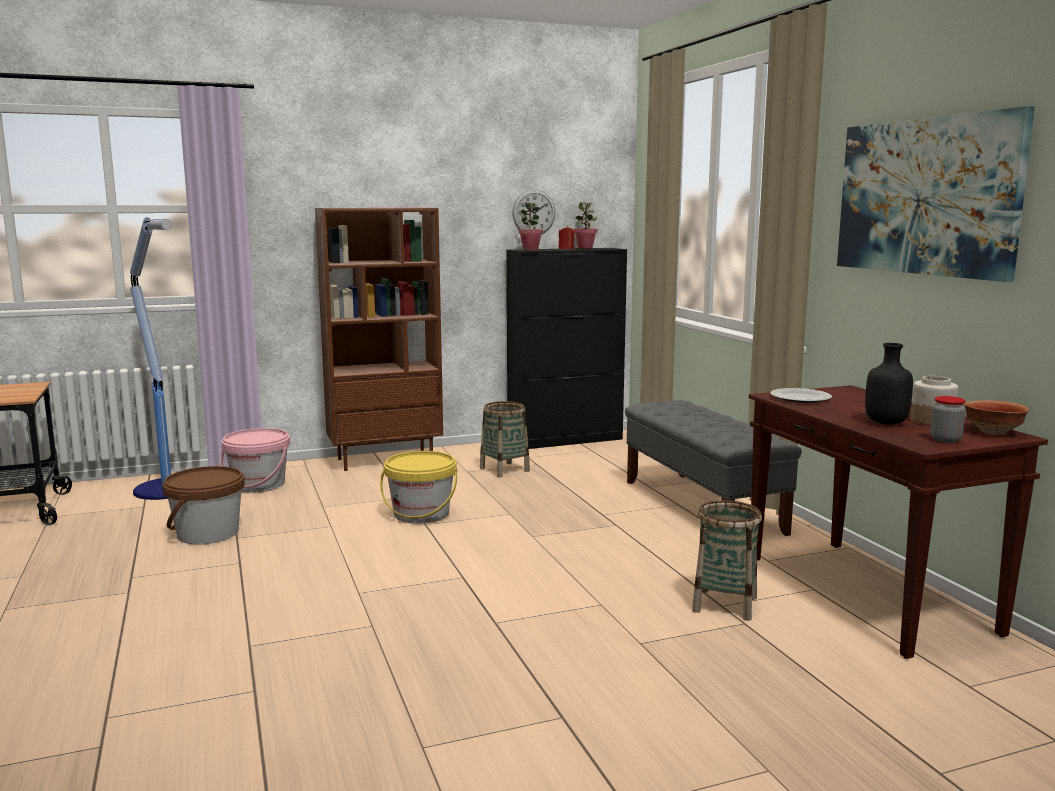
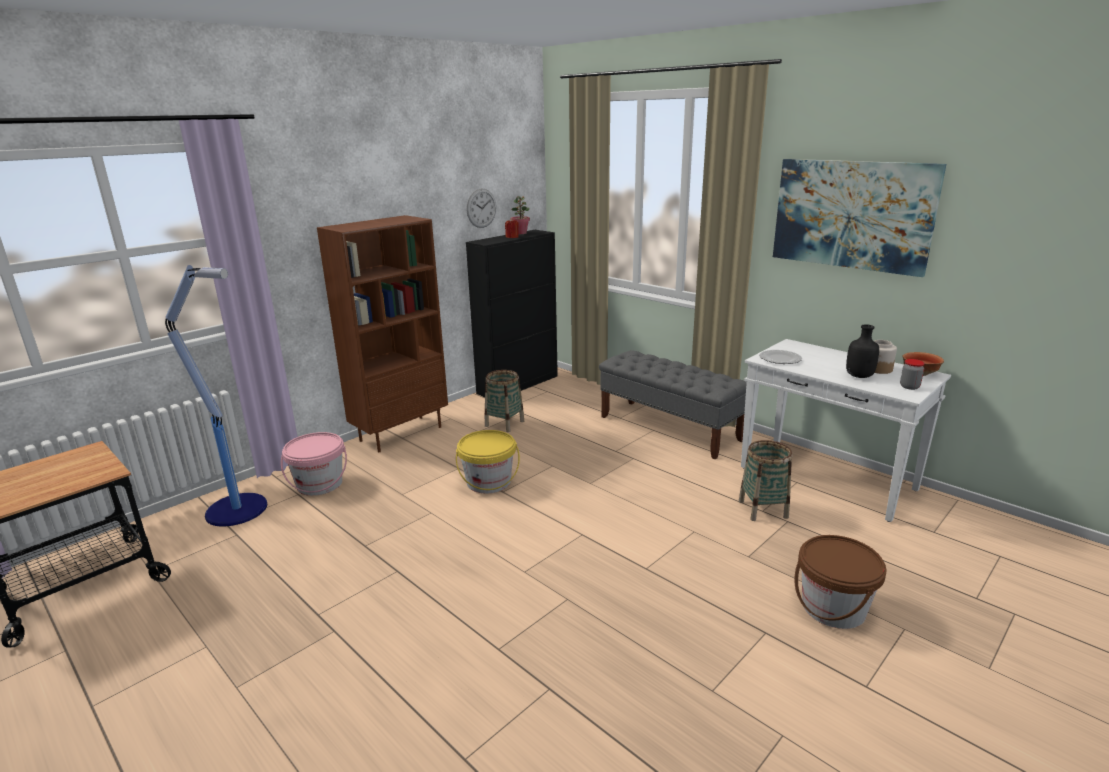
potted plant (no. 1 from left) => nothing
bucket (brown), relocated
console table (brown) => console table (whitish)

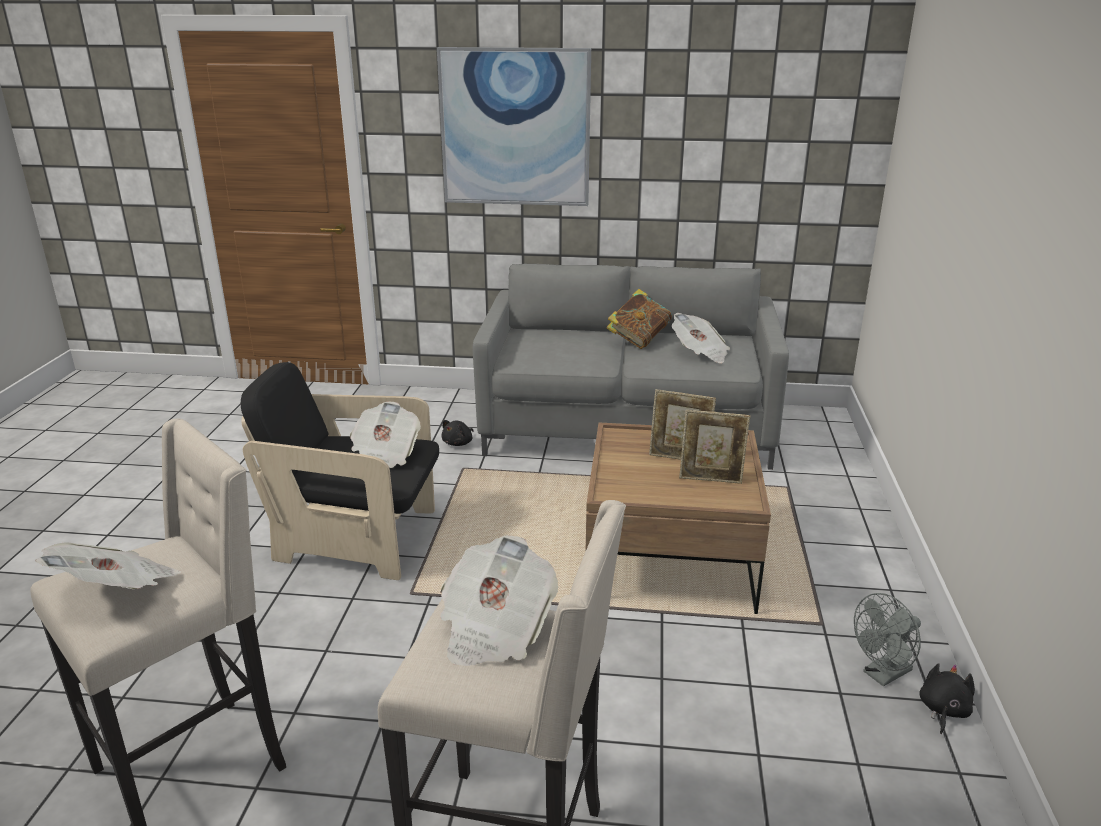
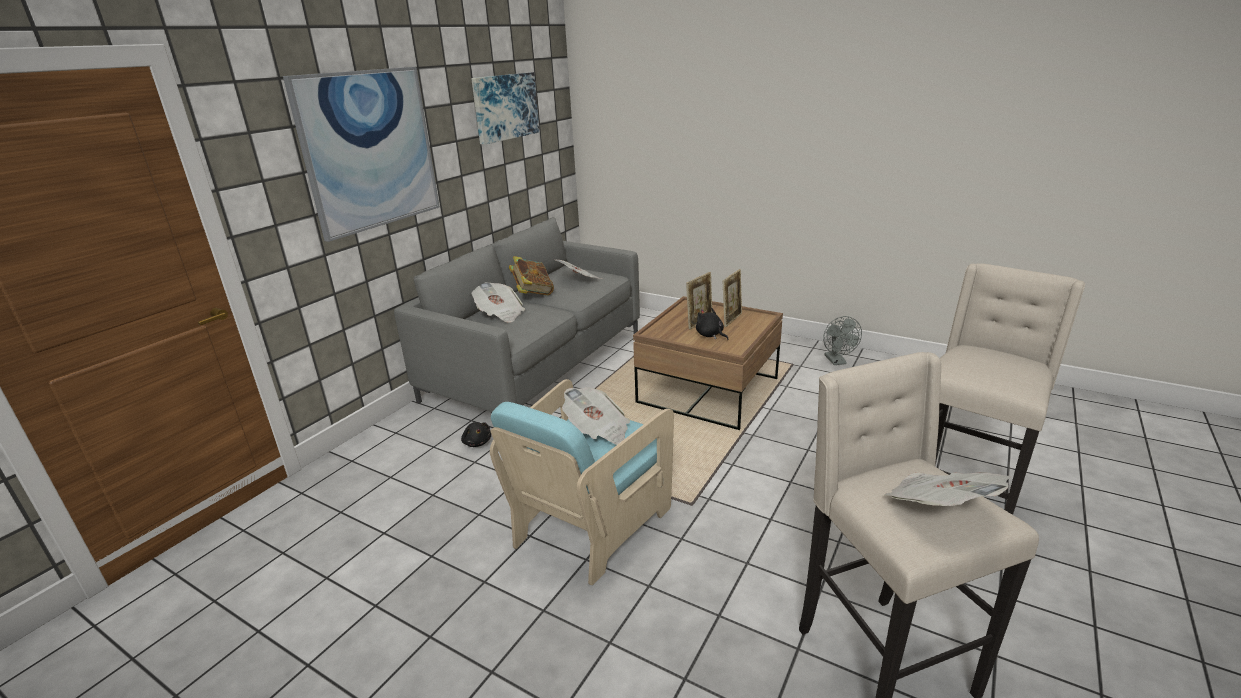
nothing => wall art (no. 2 from left)
printed paper (no. 3 from left in the first image) => printed paper (no. 1 from left), relocated
plush toy (black-coloured) (no. 2 from left), relocated
easy chair (black-coloured) => easy chair (turquoise-coloured)

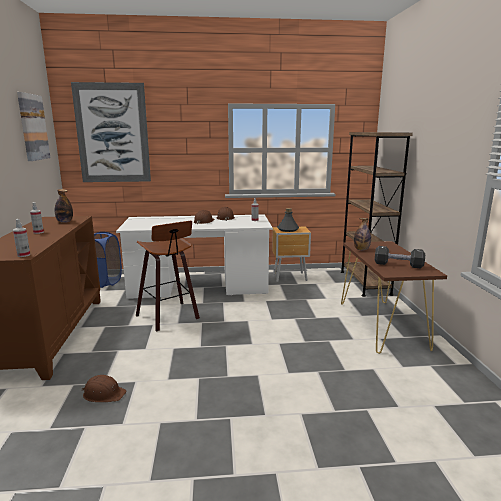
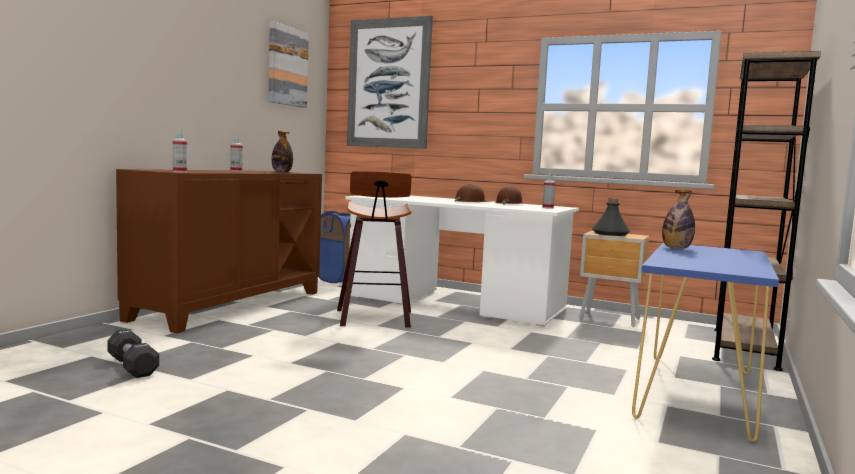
hard hat (brown) (no. 1 from left) => nothing
hand weight (black-coloured), relocated
console table (brown) => console table (blue)

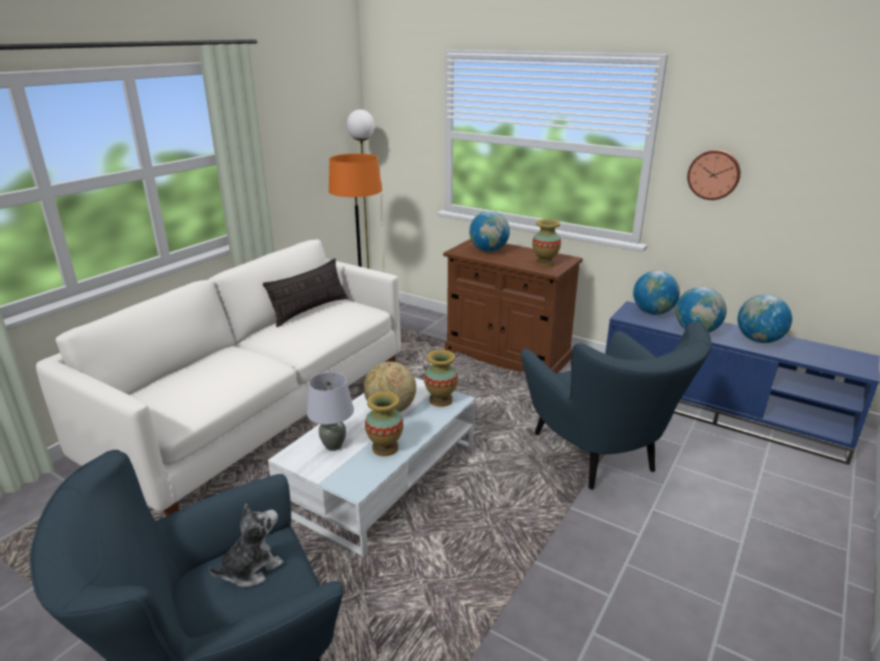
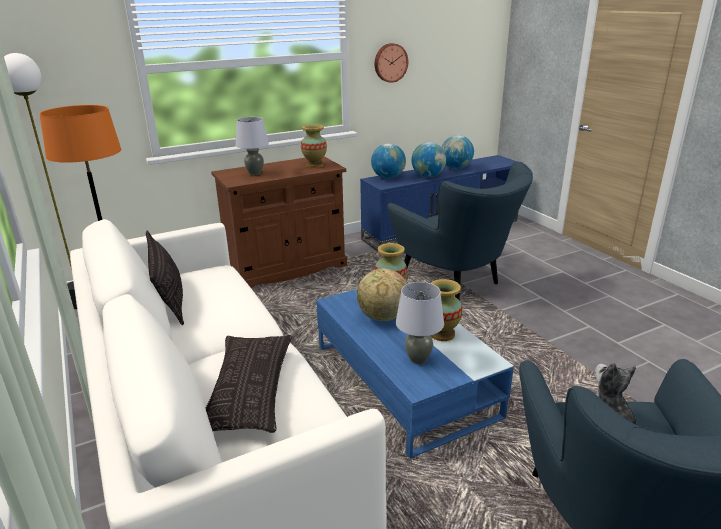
nothing => cushion (no. 2 from left)
world globe (no. 2 from left) => table lamp (grey) (no. 1 from left)
low table (whitish) => low table (blue)
easy chair (blue) (no. 2 from left in the first image) => easy chair (blue) (no. 1 from left), 45 degrees clockwise

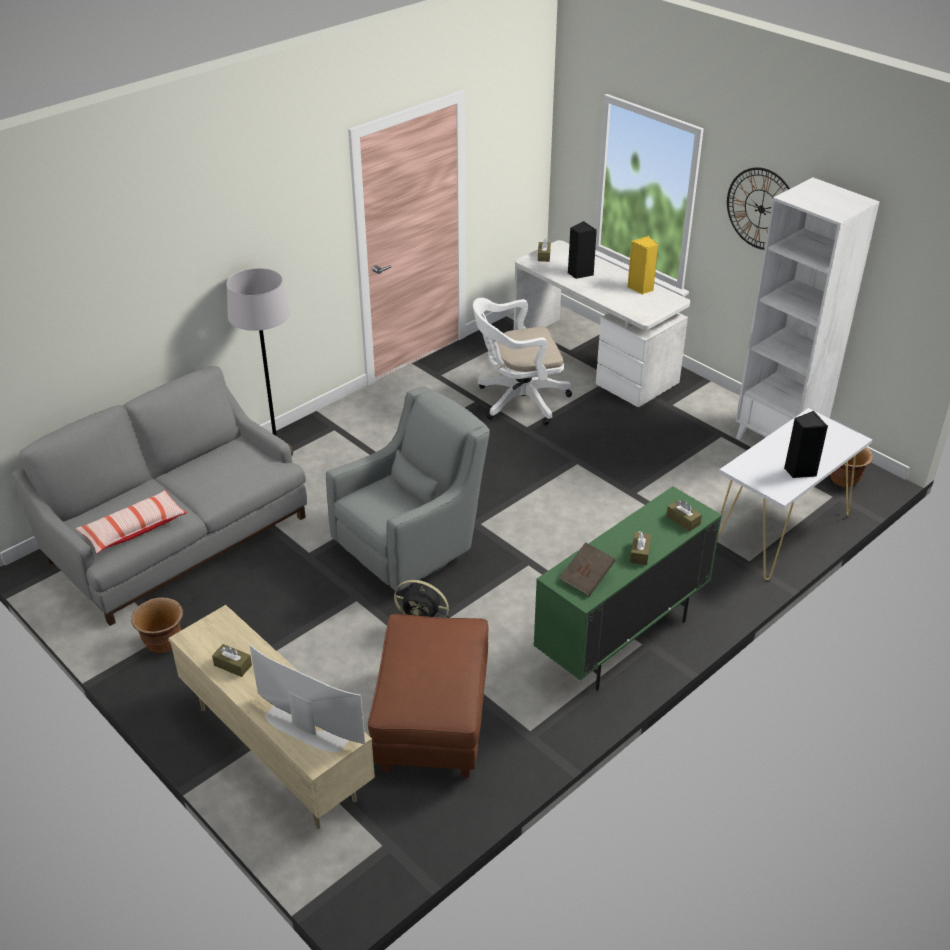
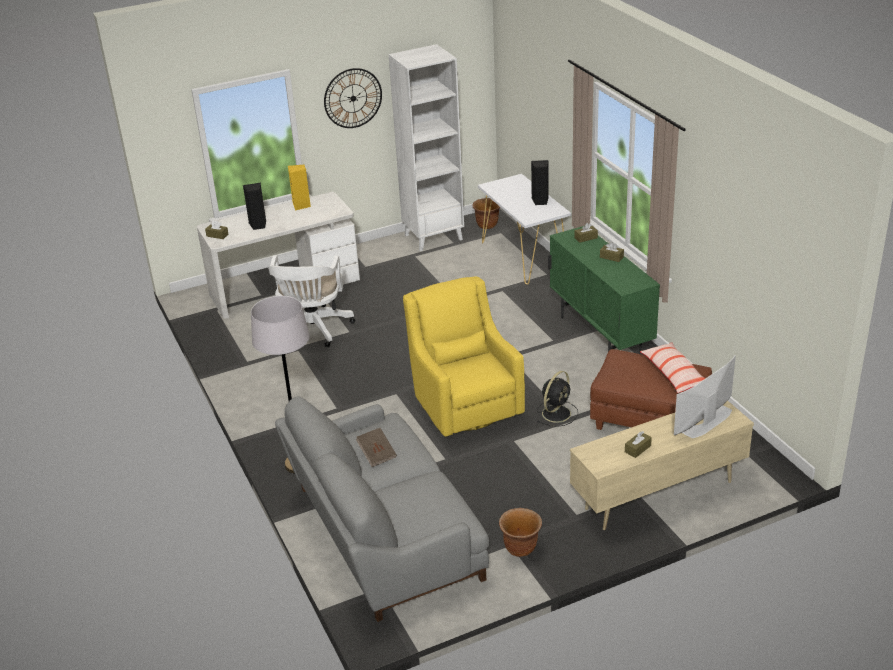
cushion, relocated
volume (brown), relocated
easy chair (grey) => easy chair (yellow-coloured)

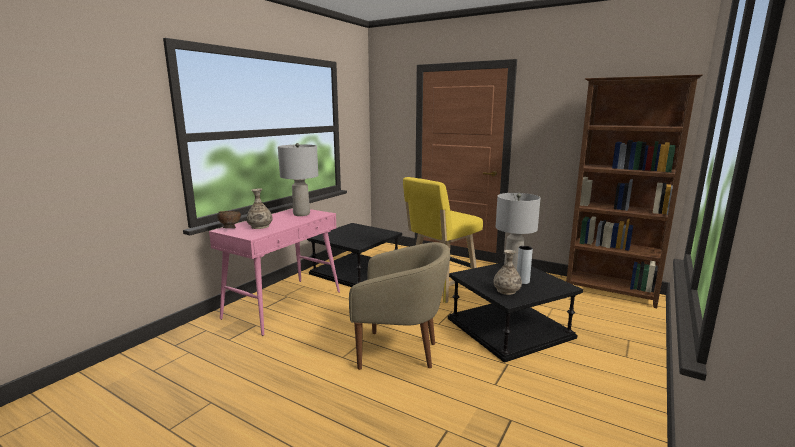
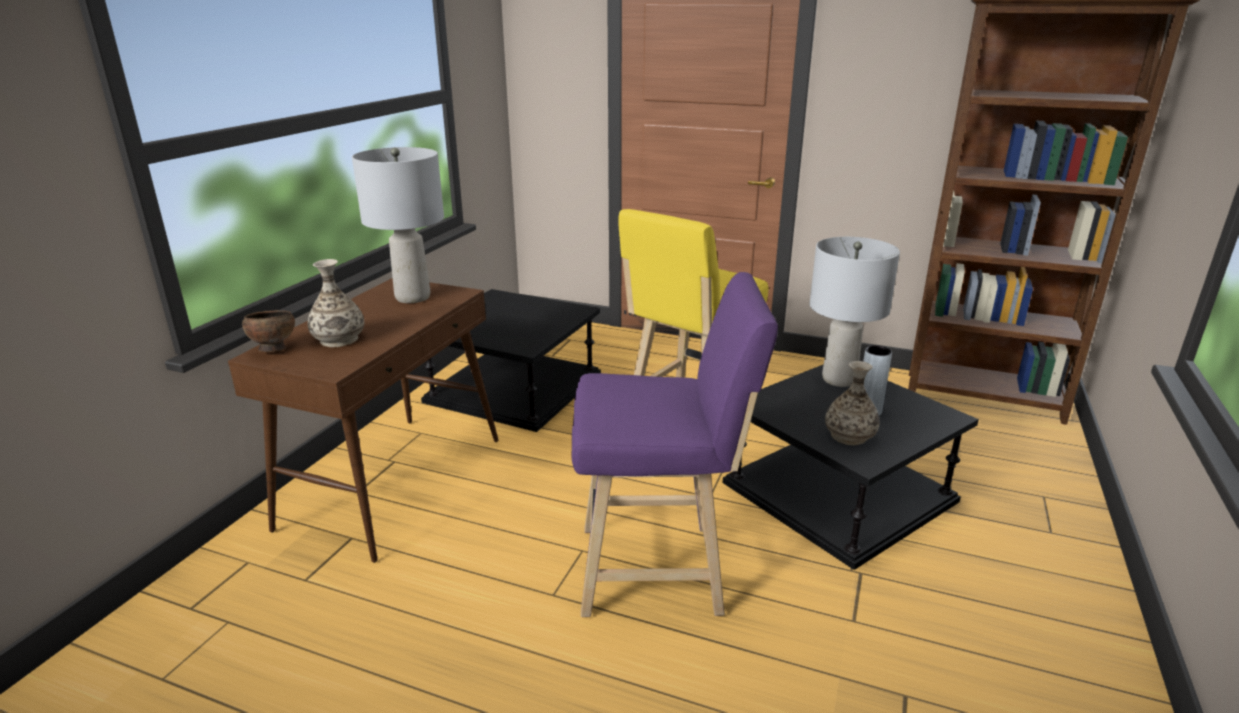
easy chair (beige) => sitting stool (purple)
console table (pink) => console table (brown)

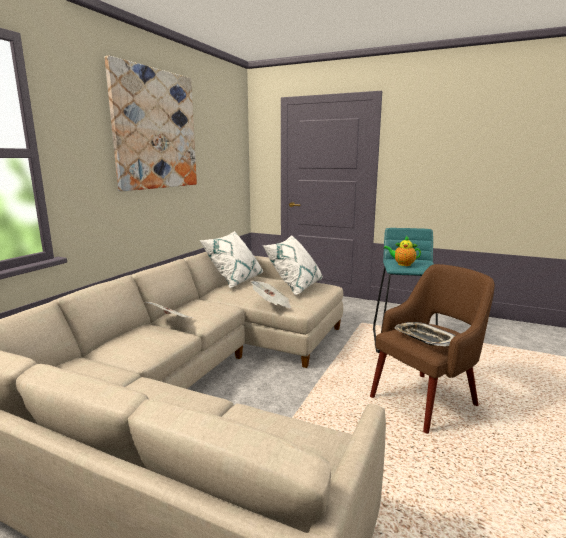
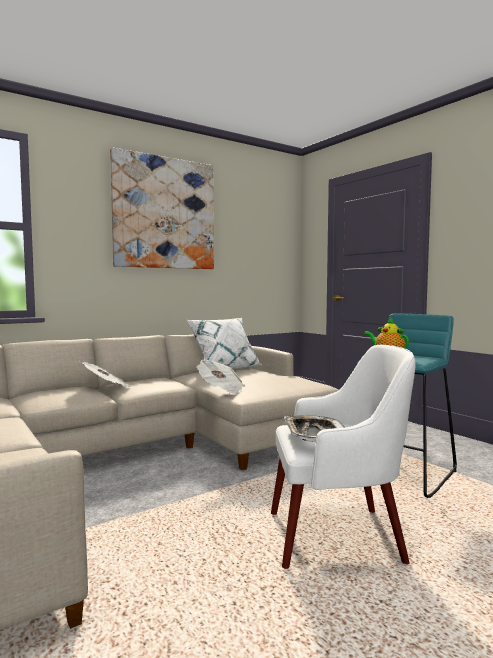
cushion (whitish) (no. 2 from left) => nothing
easy chair (brown) => easy chair (whitish)

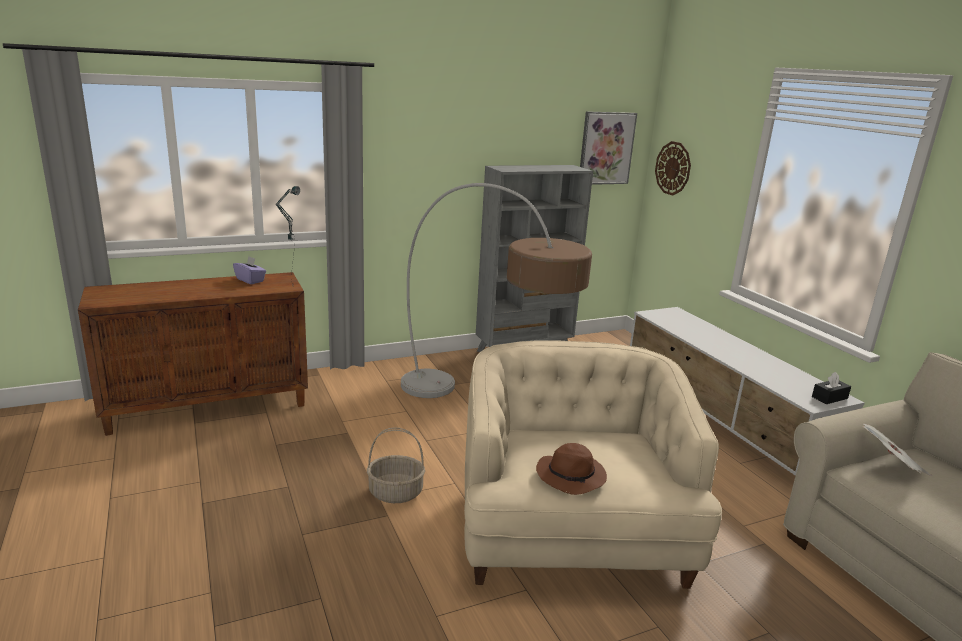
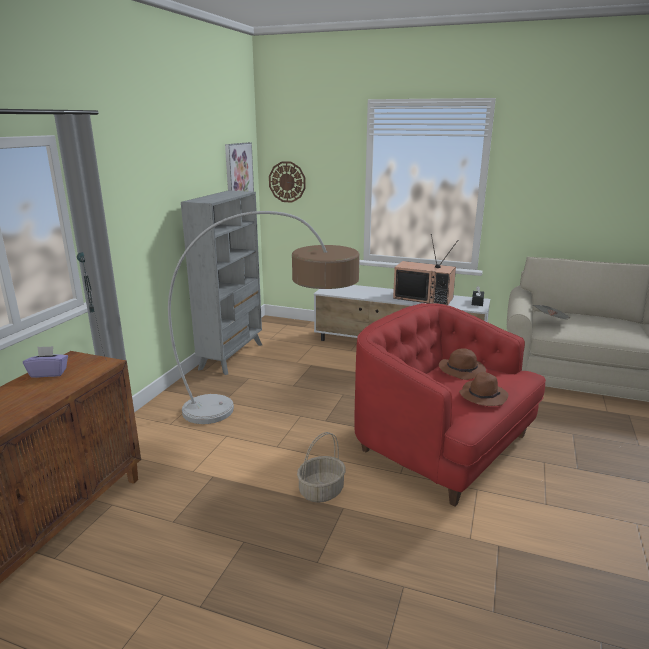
nothing => television
nothing => clothing hat (brown) (no. 1 from left)
easy chair (beige) => easy chair (red)

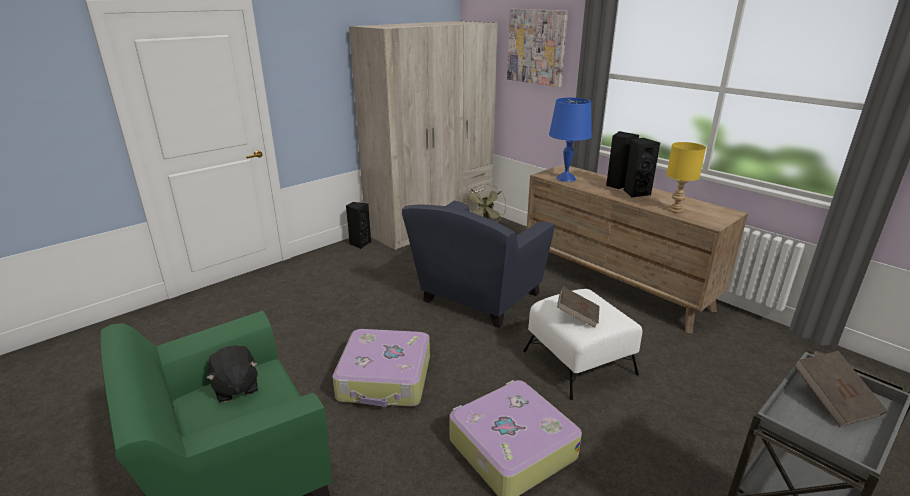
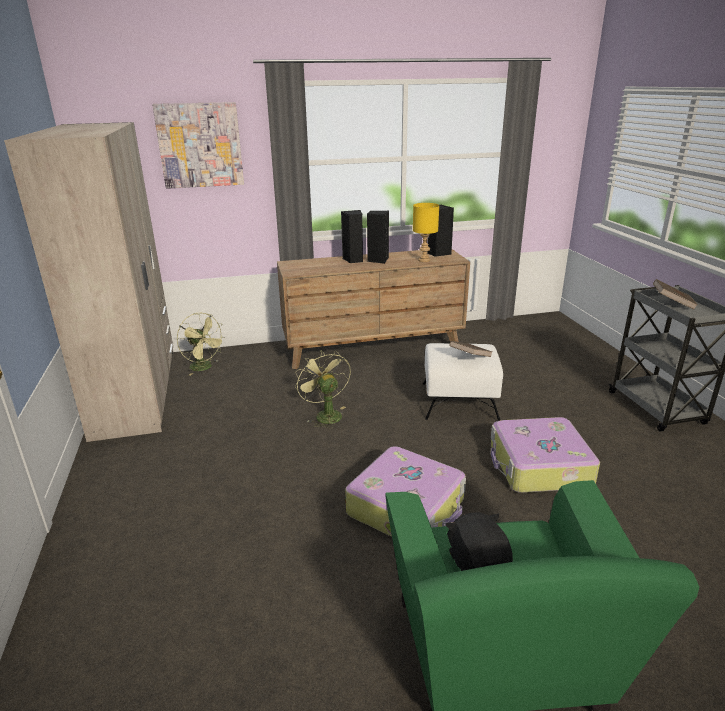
table lamp (blue) => nothing
audio speaker (black-coloured) (no. 1 from left in the first image) => audio speaker (black-coloured) (no. 3 from left), relocated
easy chair (blue) => fan (green-coloured) (no. 2 from left)
plush toy (black-coloured), 105 degrees counterclockwise

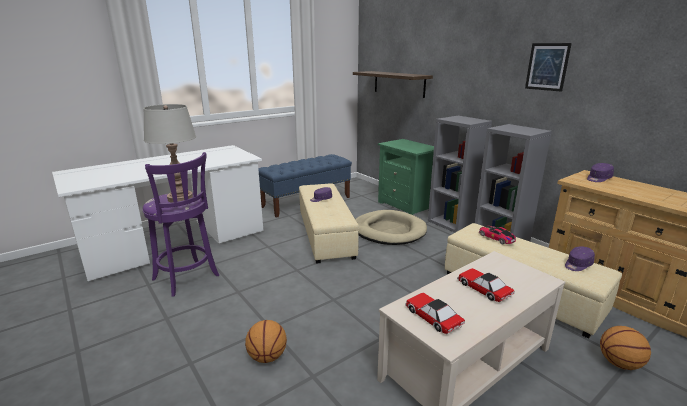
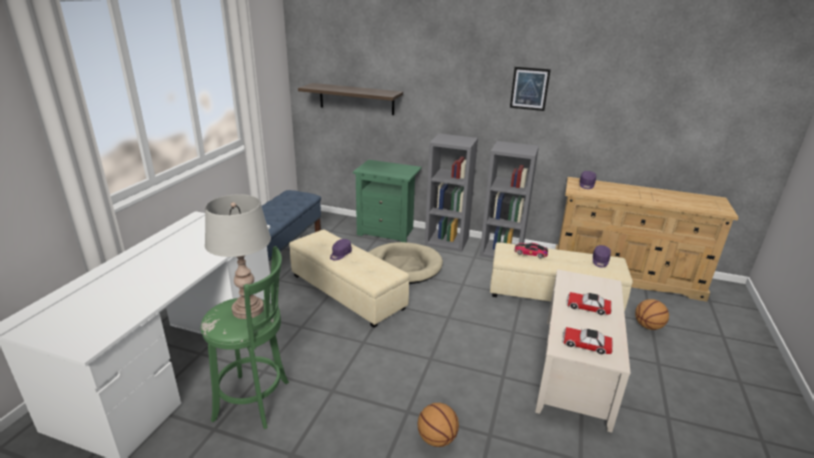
sitting stool (purple) => sitting stool (green-coloured)

